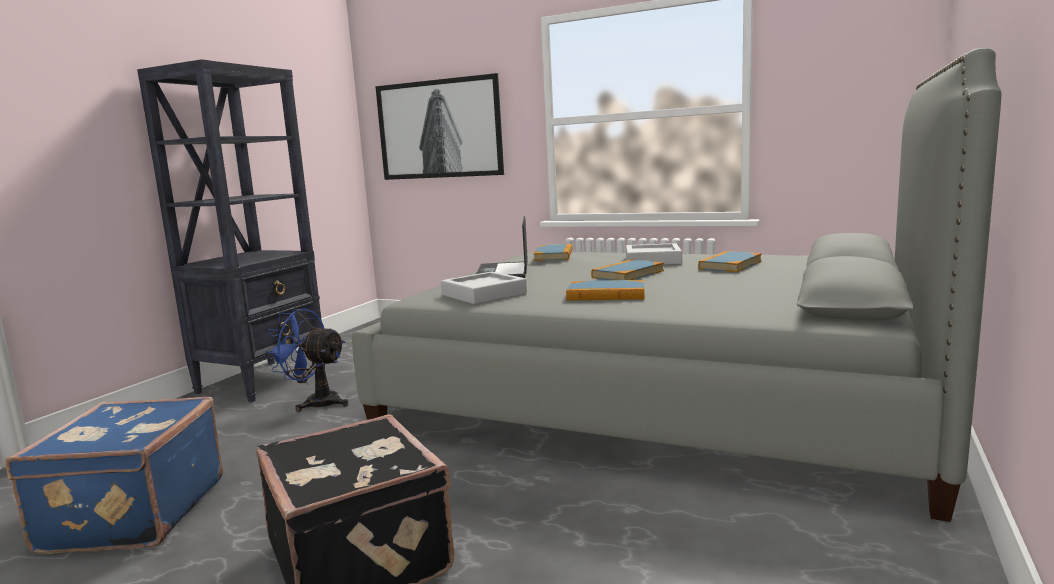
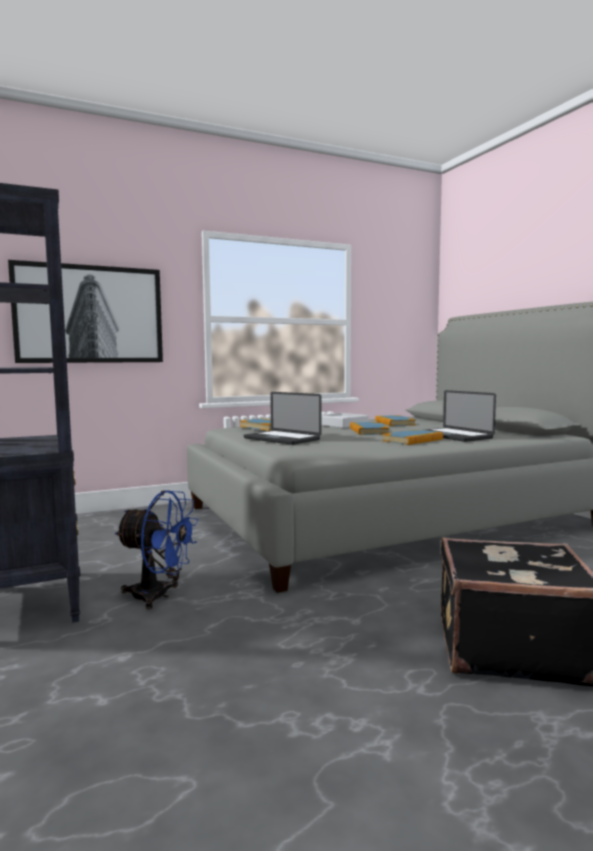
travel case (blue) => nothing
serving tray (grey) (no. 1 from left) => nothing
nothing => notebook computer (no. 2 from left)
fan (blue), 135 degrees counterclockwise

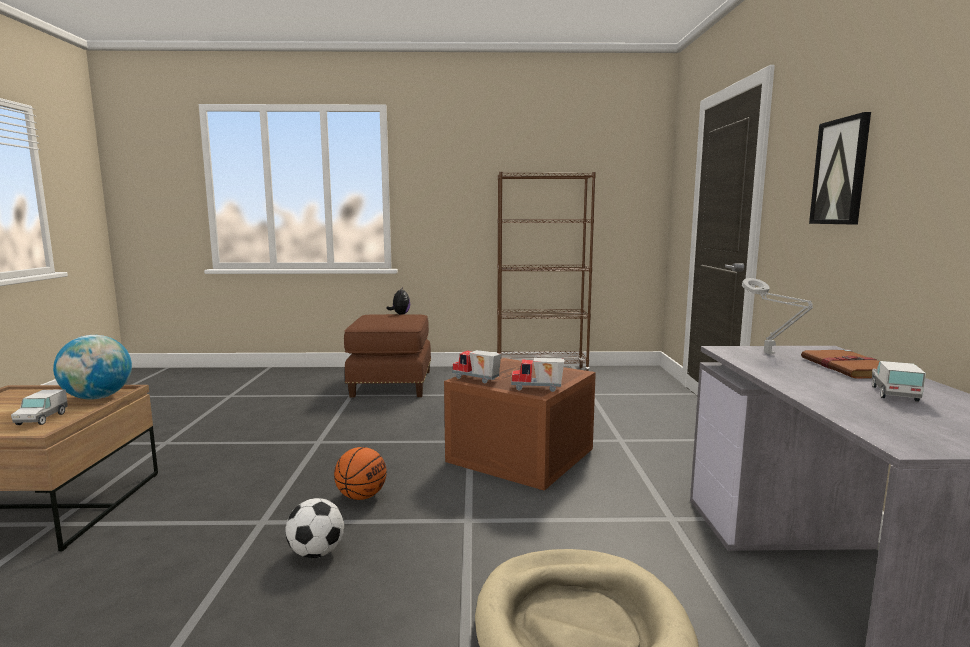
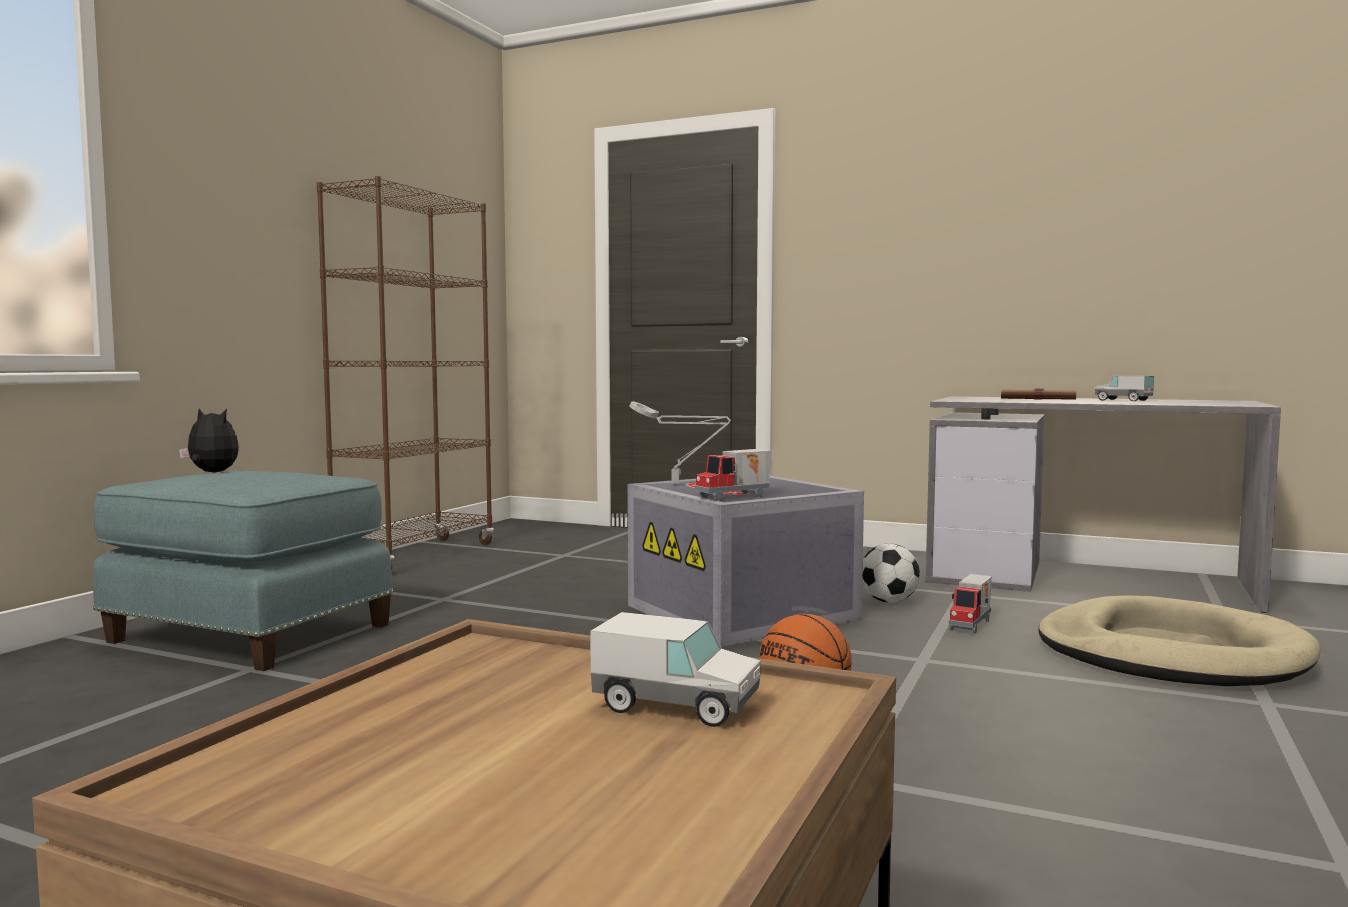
world globe => nothing
wall art => nothing
football ball, relocated
model truck (no. 3 from left), relocated
table lamp (grey), relocated
pouffe (brown) => pouffe (blue)
storage box (brown) => storage box (grey)

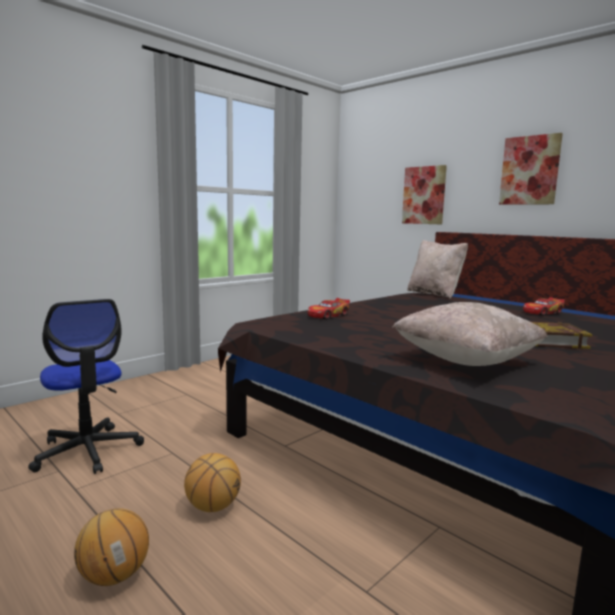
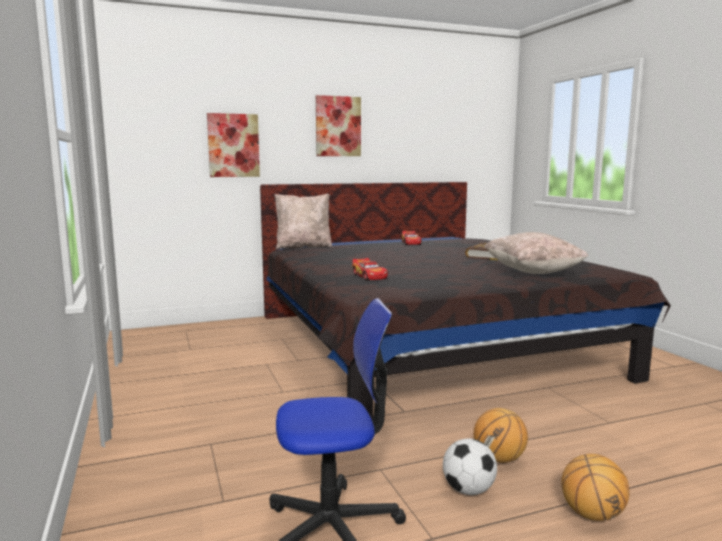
nothing => football ball

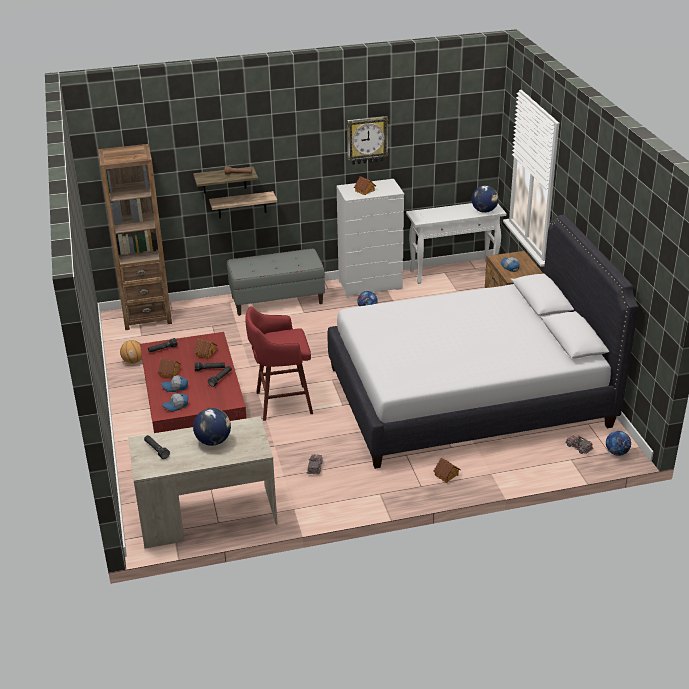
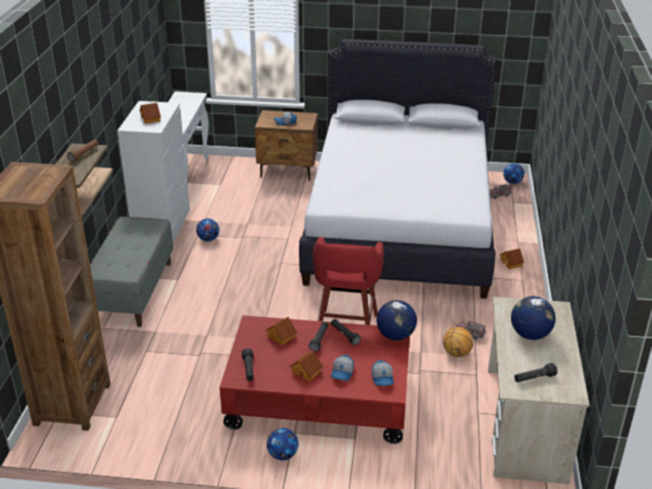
wall clock => nothing
nothing => football ball (no. 2 from left)
basketball, relocated
world globe (no. 2 from left in the first image) => world globe (no. 1 from left), relocated

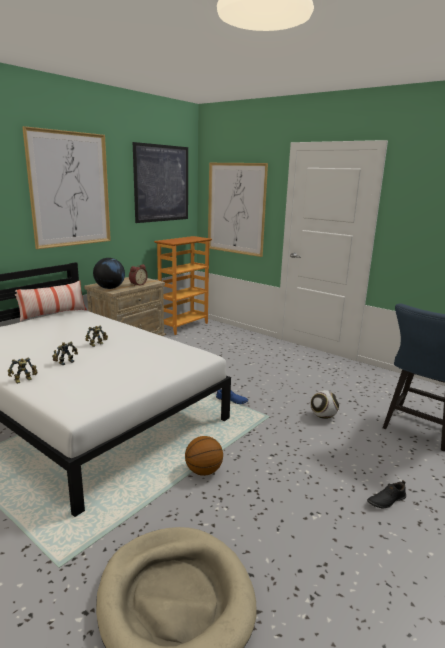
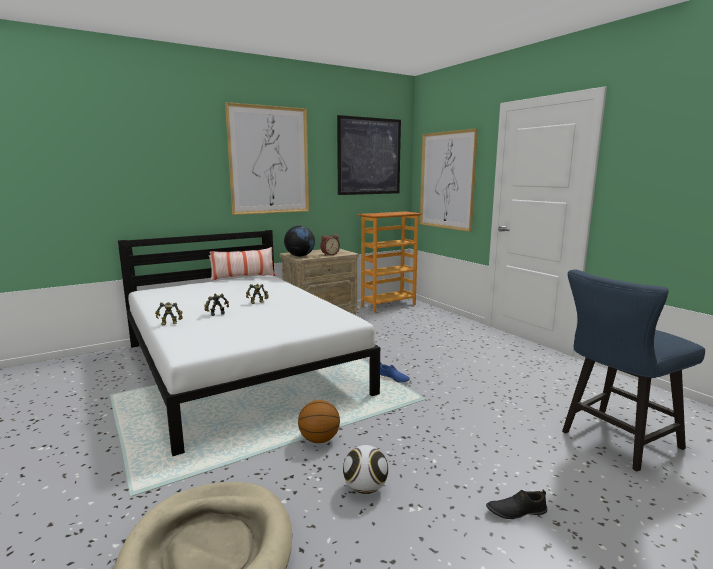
football ball, relocated

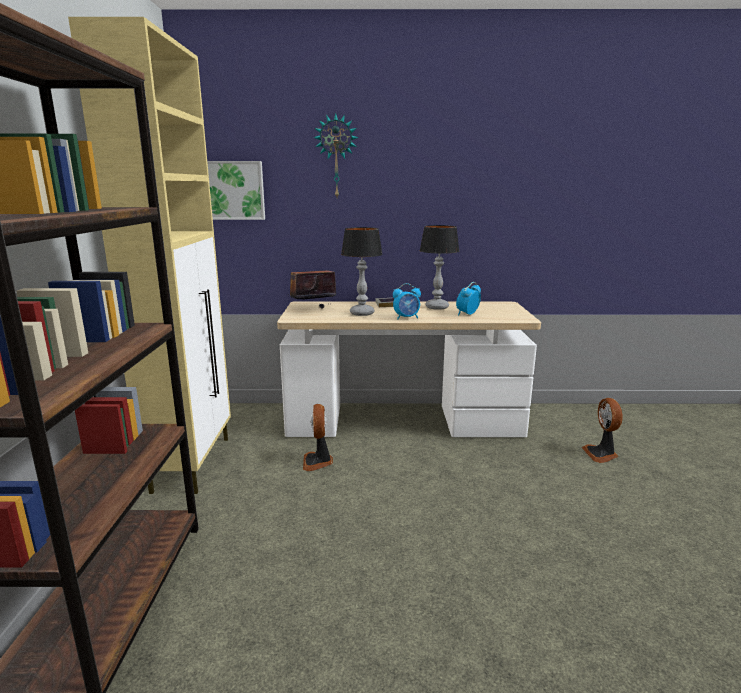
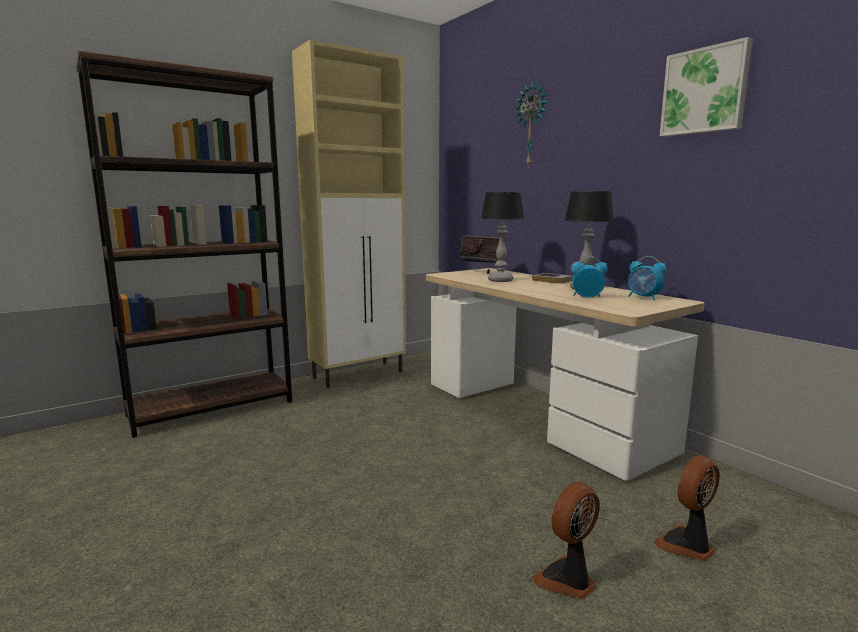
wall art, relocated
fan (no. 1 from left), relocated
table clock (no. 1 from left in the first image) => table clock (no. 2 from left), relocated

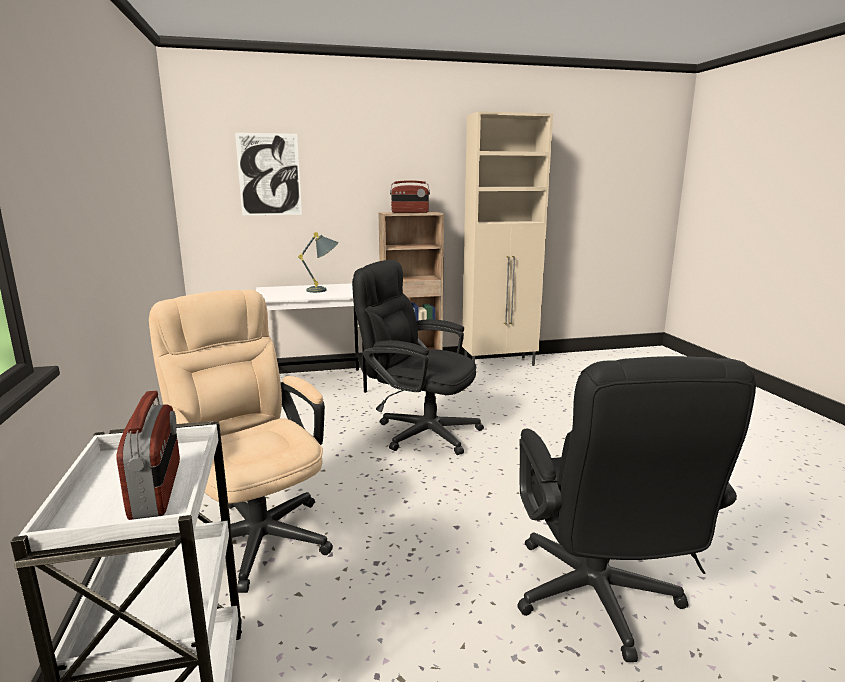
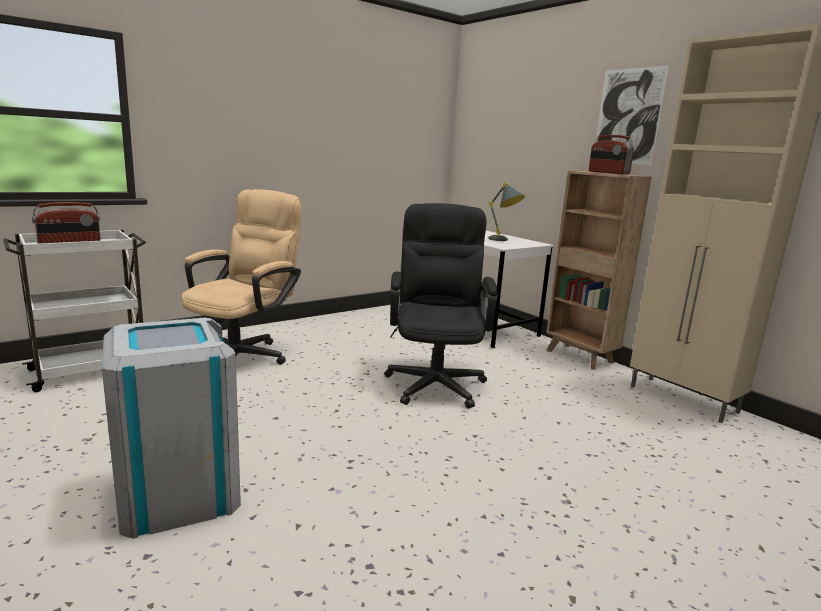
wall art, relocated
computer chair (black-coloured) (no. 2 from left) => waste bin (grey)

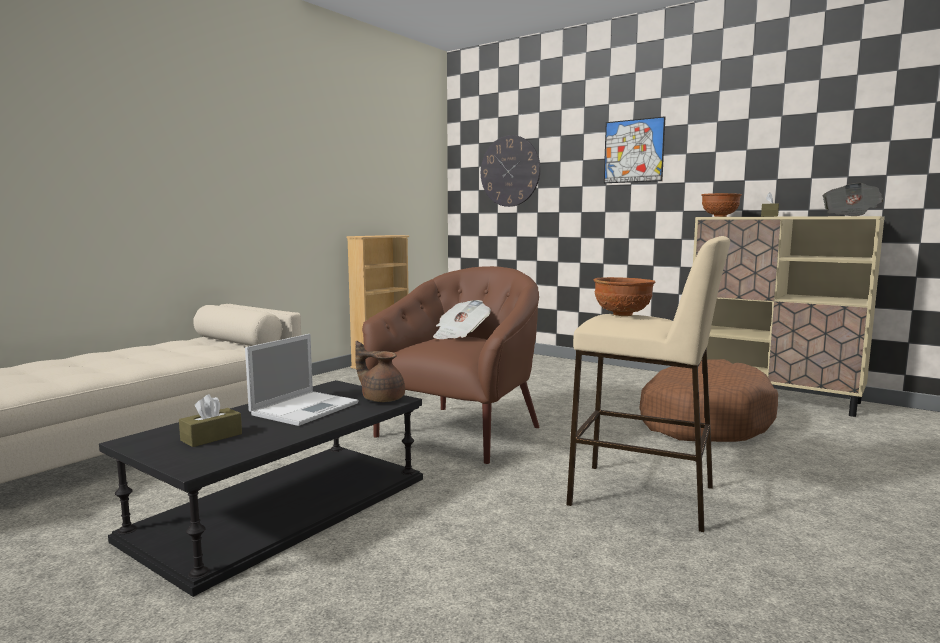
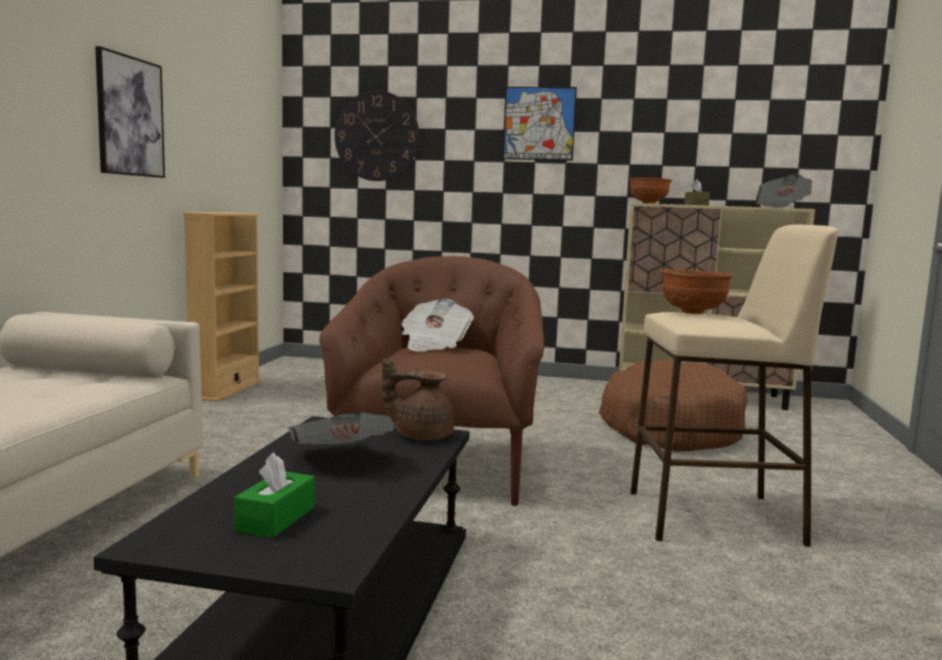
nothing => wall art (no. 1 from left)
notebook computer => printed paper (no. 1 from left)
box of tissues (brown) (no. 1 from left) => box of tissues (green-coloured)

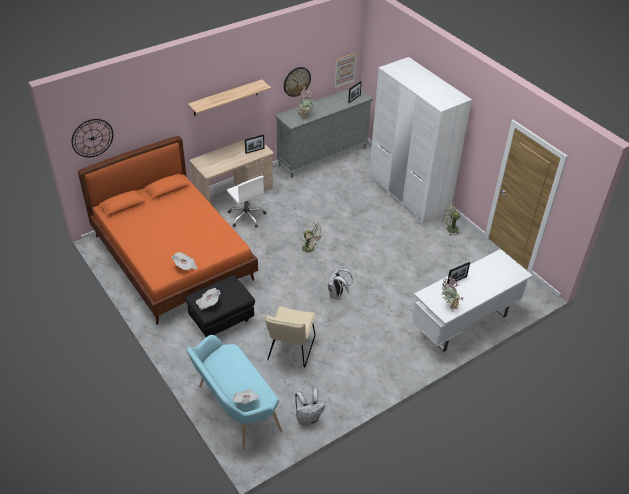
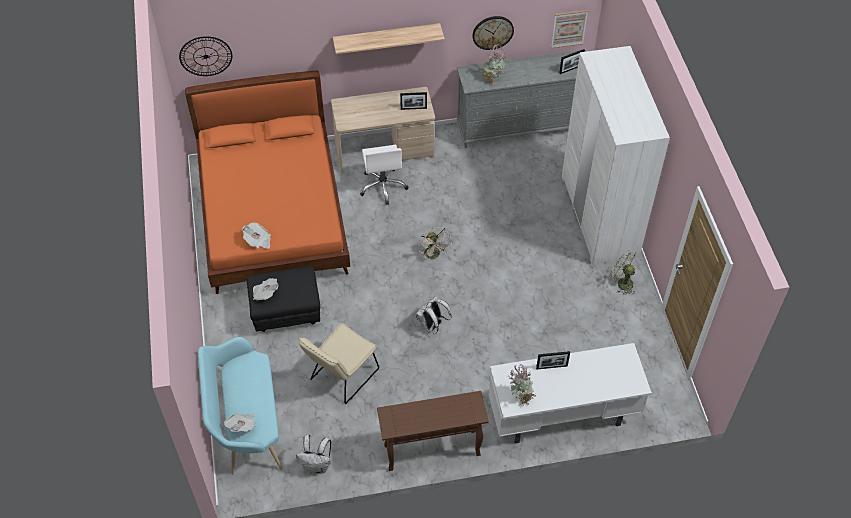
nothing => console table (brown)

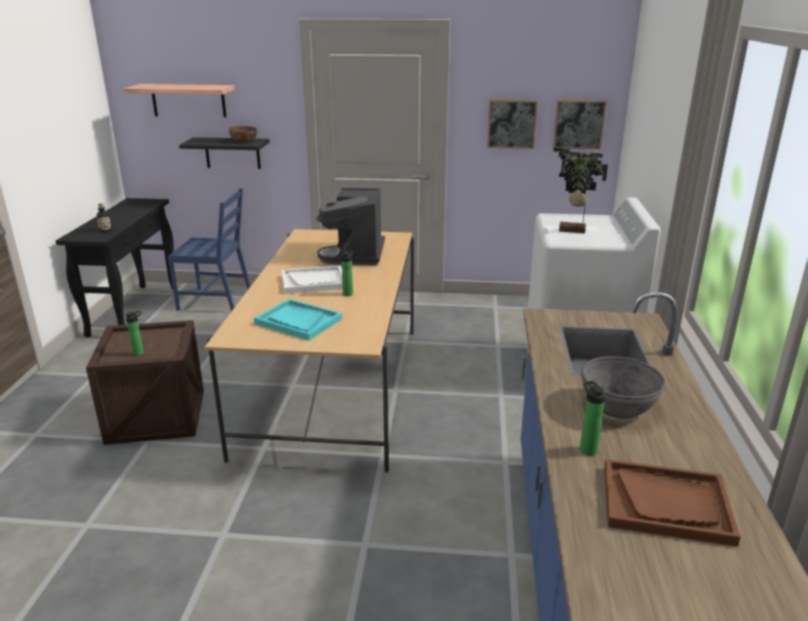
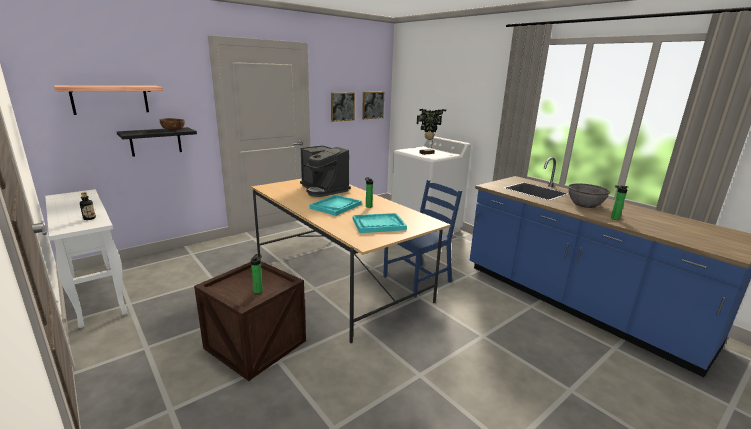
serving tray (brown) => nothing
upright chair (blue), relocated
console table (black-coloured) => console table (whitish)
serving tray (whitish) => serving tray (turquoise-coloured) (no. 1 from left)

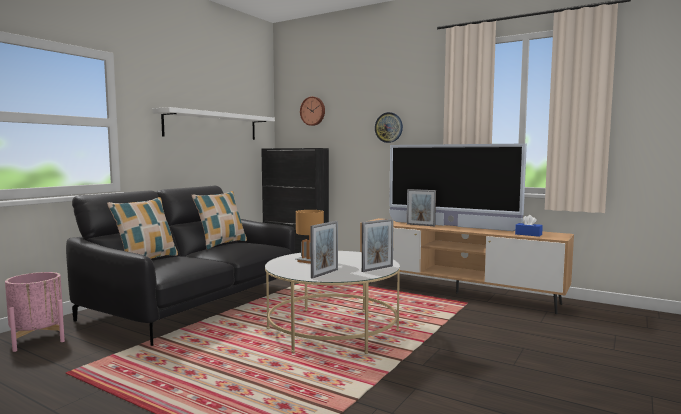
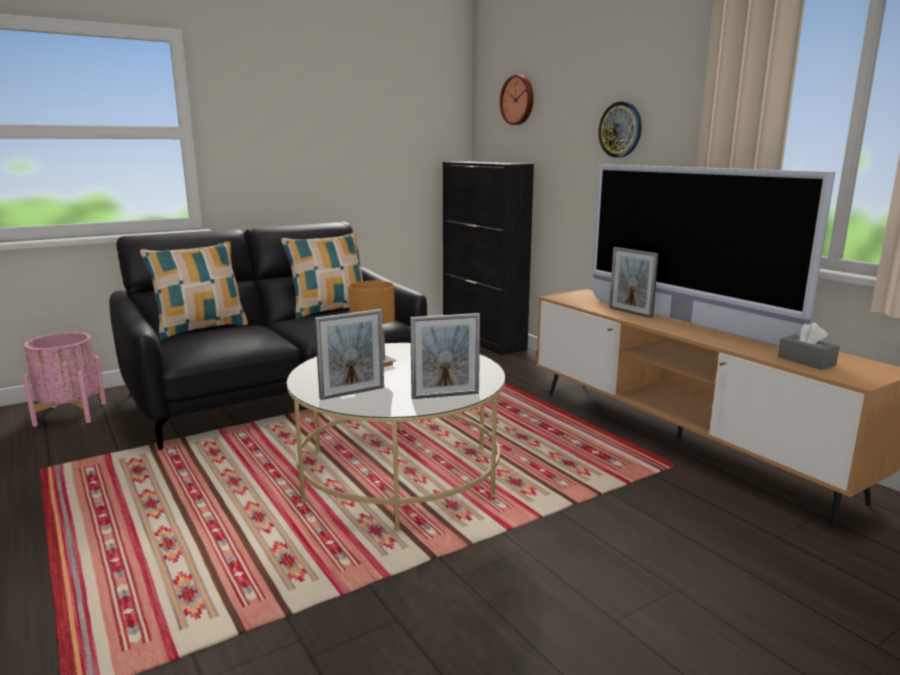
bracket shelf (whitish) => nothing
box of tissues (blue) => box of tissues (grey)

